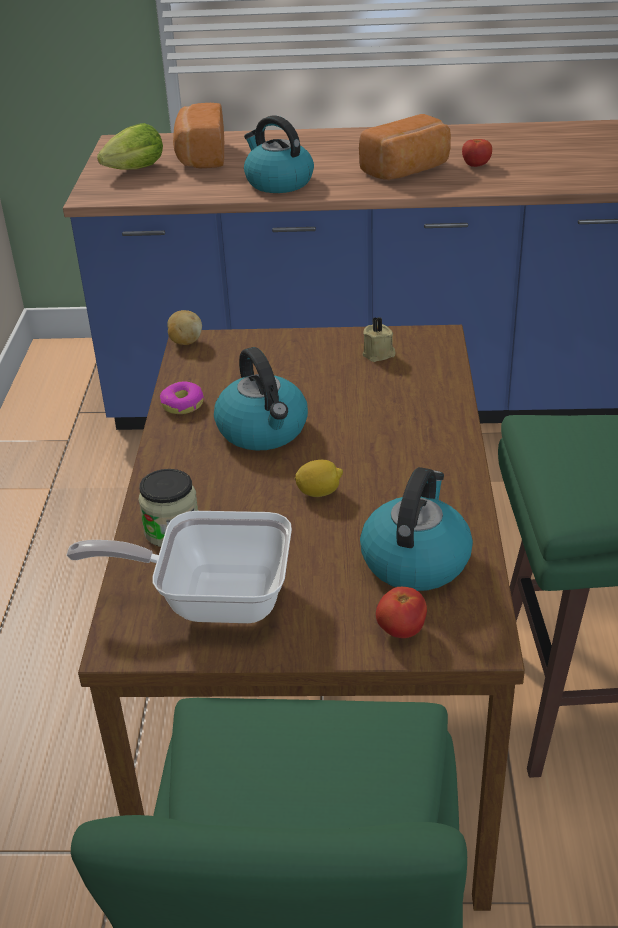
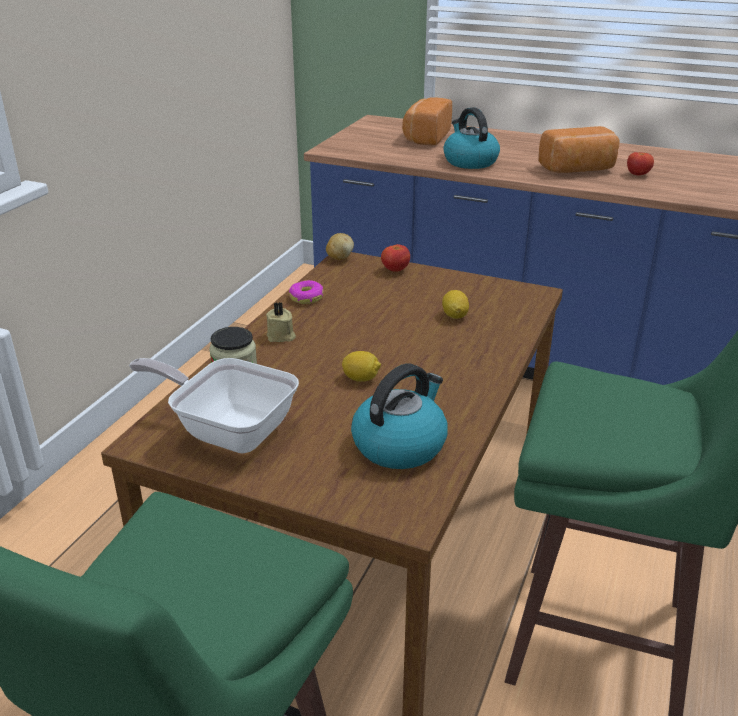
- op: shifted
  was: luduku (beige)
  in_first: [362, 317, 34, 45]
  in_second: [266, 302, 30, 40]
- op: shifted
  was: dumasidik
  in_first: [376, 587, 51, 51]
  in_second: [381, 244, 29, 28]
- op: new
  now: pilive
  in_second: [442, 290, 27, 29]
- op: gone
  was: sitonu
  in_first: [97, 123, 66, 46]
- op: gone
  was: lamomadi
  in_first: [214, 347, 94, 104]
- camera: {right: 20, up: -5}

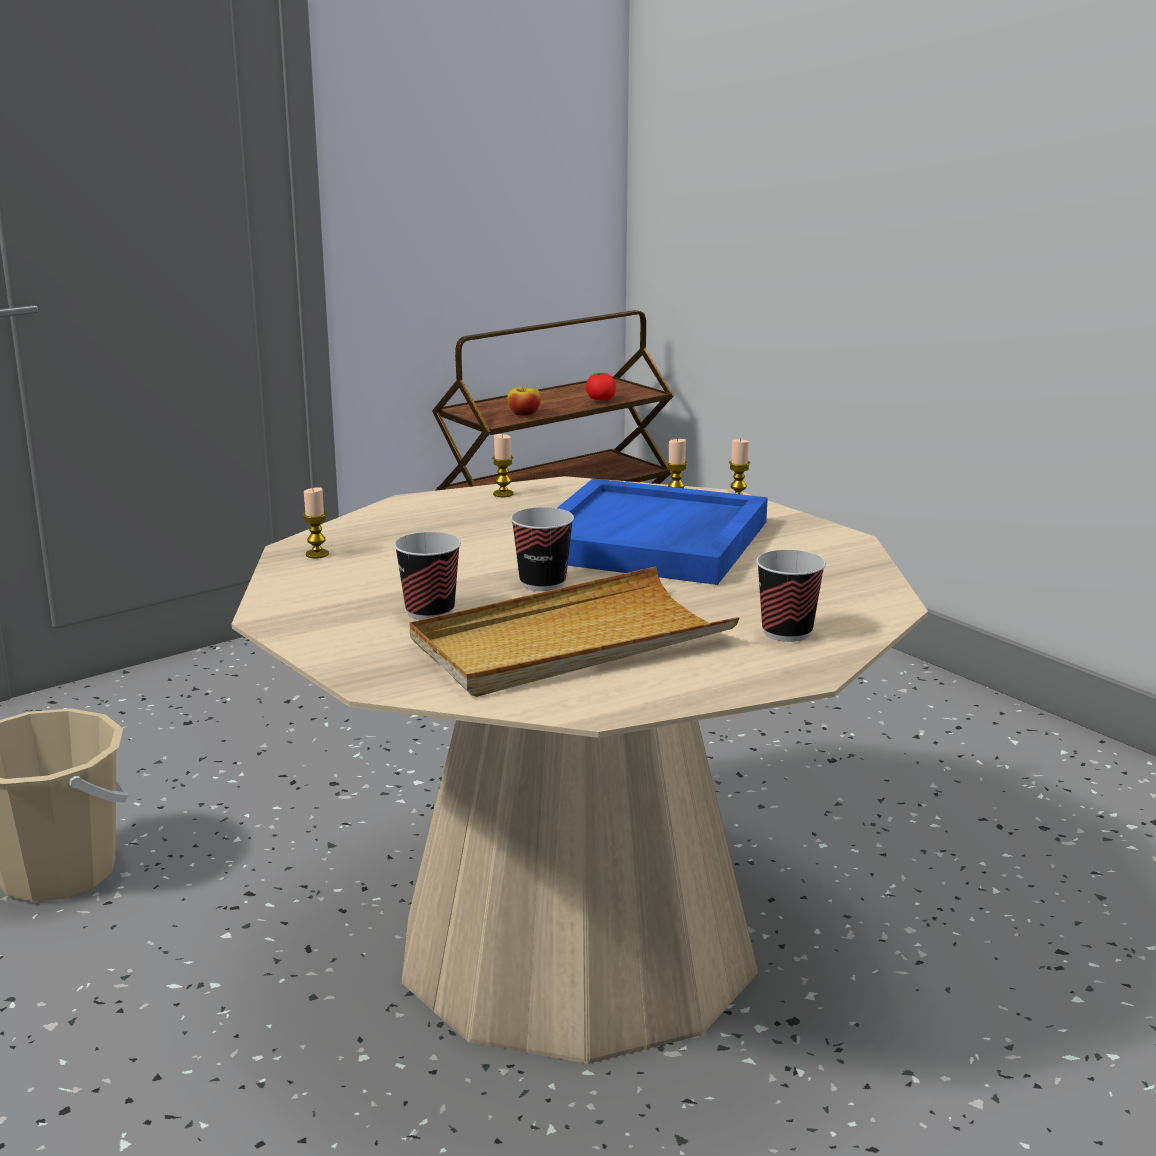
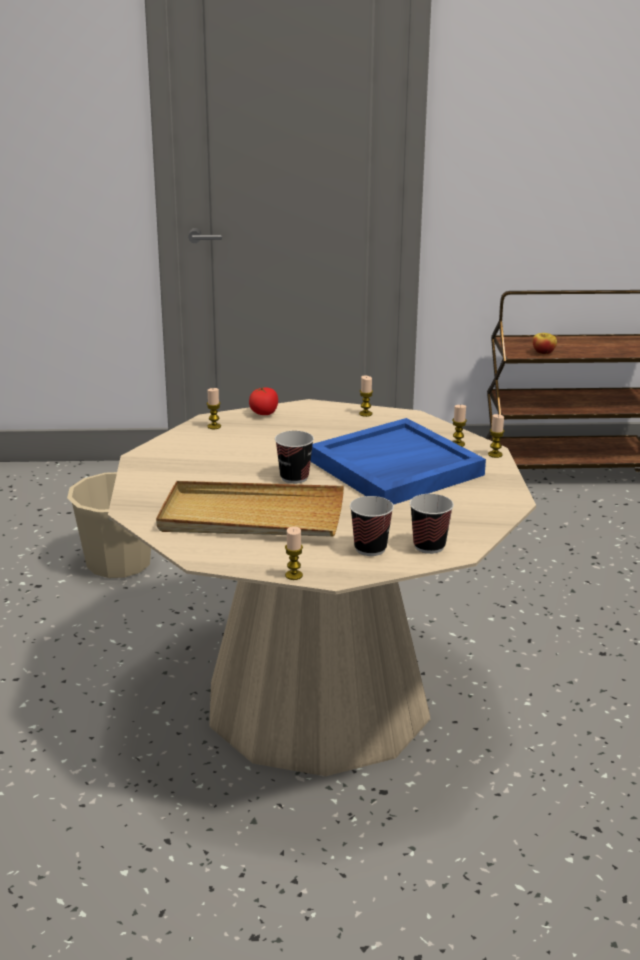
- op: shifted
  was: dumasidik
  in_first: [586, 373, 30, 27]
  in_second: [249, 387, 29, 28]
- op: new
  now: luduku
  in_second: [285, 526, 18, 54]
- op: shifted
  was: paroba
  in_first: [394, 532, 67, 88]
  in_second: [410, 494, 44, 60]
- camera: {right: 35, up: 5}

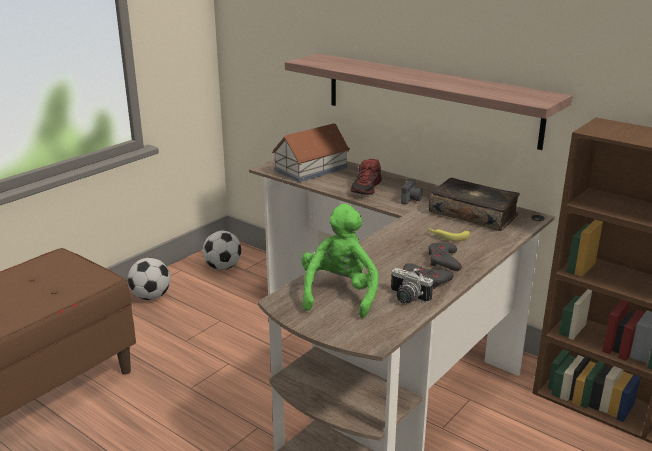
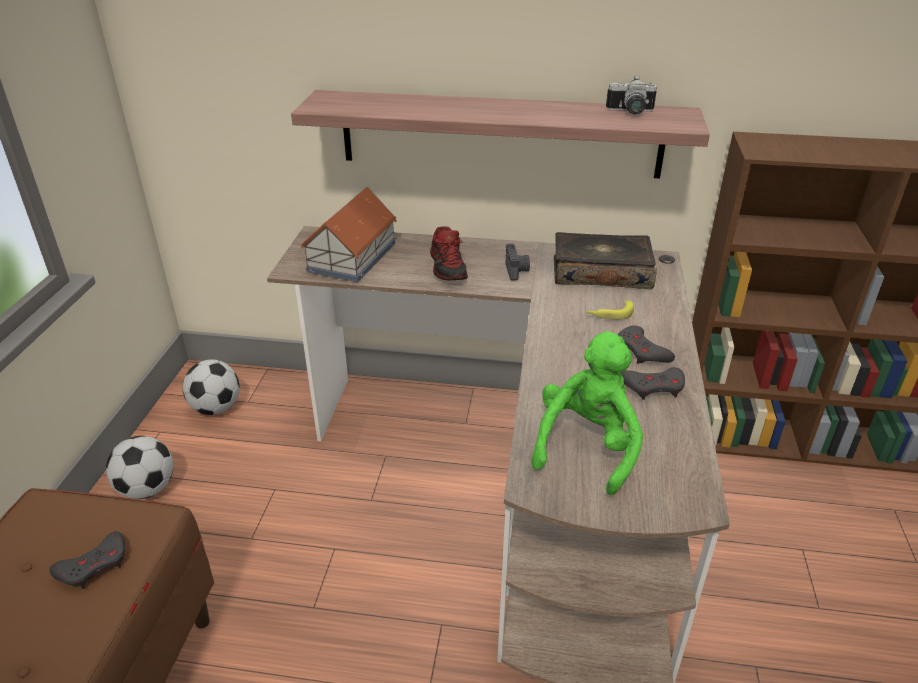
- op: new
  now: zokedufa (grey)
  in_second: [50, 531, 75, 58]
- op: rotated
  was: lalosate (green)
  in_first: [301, 204, 78, 114]
  in_second: [531, 331, 112, 164]
  clockwise: 45
- op: shifted
  was: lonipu
  in_first: [391, 268, 42, 36]
  in_second: [606, 76, 51, 39]
- camera: {right: -30, up: 10}

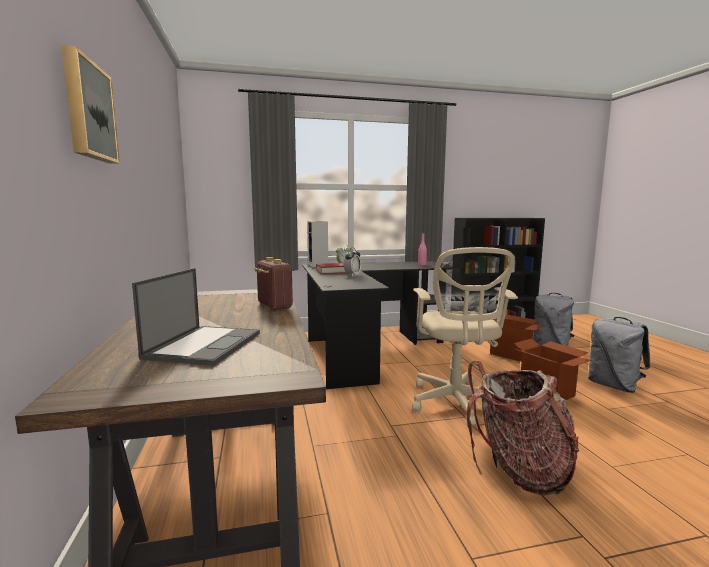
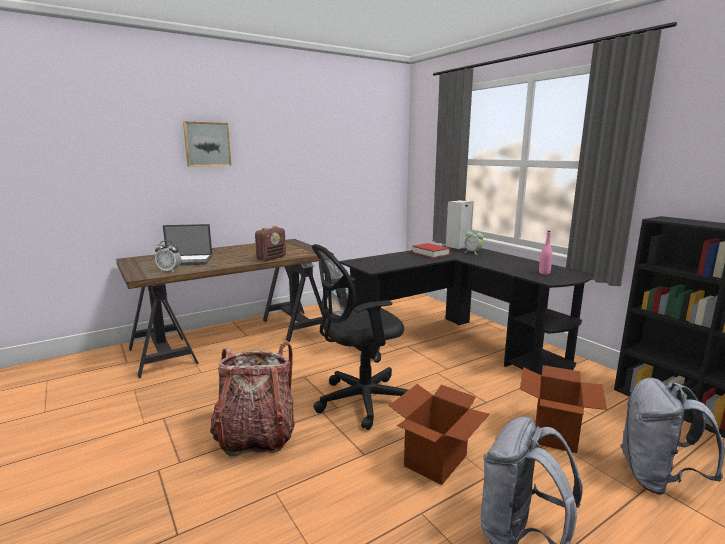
- op: shifted
  was: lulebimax
  in_first: [343, 248, 18, 29]
  in_second: [155, 240, 26, 33]
- op: repainted
  was: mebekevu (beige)
  now: mebekevu (black)
  in_first: [412, 247, 106, 181]
  in_second: [312, 244, 96, 186]
- camera: {right: 70, up: 5}

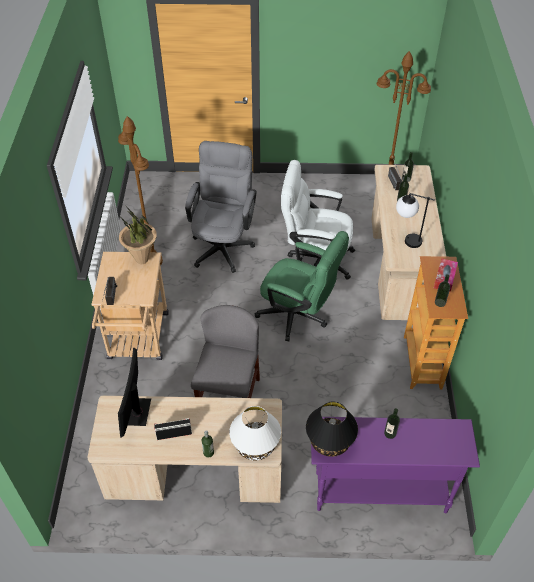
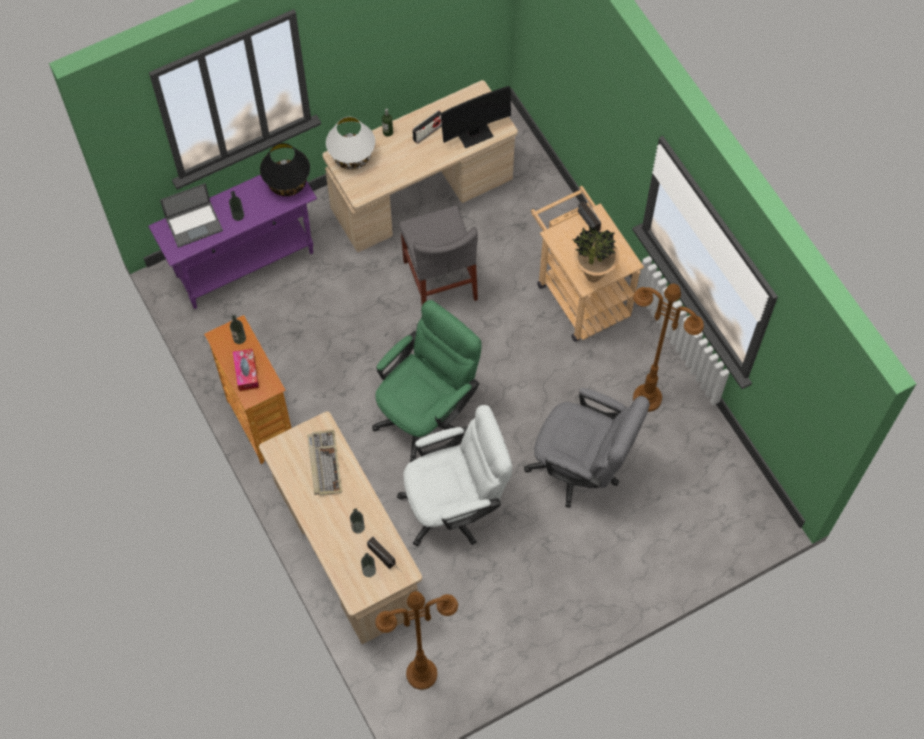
- op: new
  now: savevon
  in_second: [160, 183, 63, 65]
- op: swapped
  was: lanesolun
  now: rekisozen
  in_first: [396, 193, 39, 55]
  in_second: [307, 430, 35, 65]
- op: rotated
  was: mebekevu (green)
  in_first: [255, 231, 94, 110]
  in_second: [372, 300, 110, 162]
  clockwise: 135
- op: rotated
  was: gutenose
  in_first: [118, 348, 33, 90]
  in_second: [441, 86, 70, 62]
  clockwise: 90
- op: rotated
  was: mebekevu (grey)
  in_first: [185, 141, 72, 132]
  in_second: [524, 388, 126, 120]
  clockwise: -45
- camera: {right: 150, up: 15}

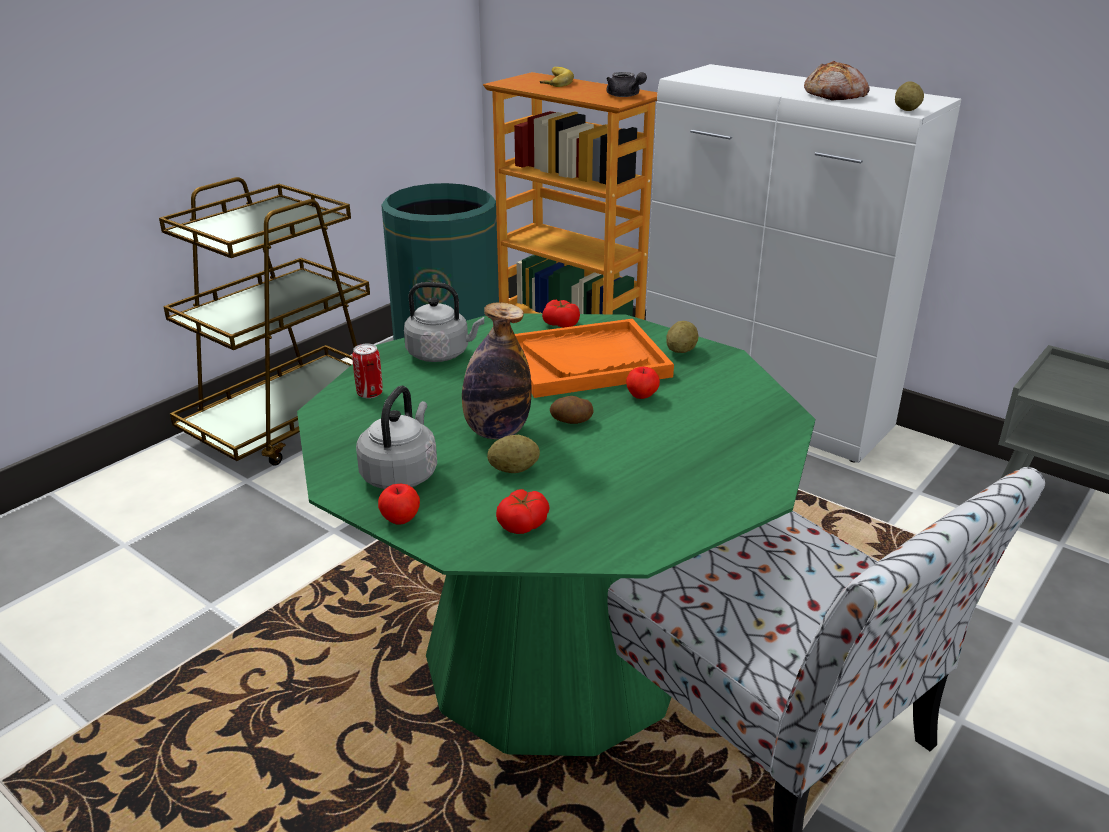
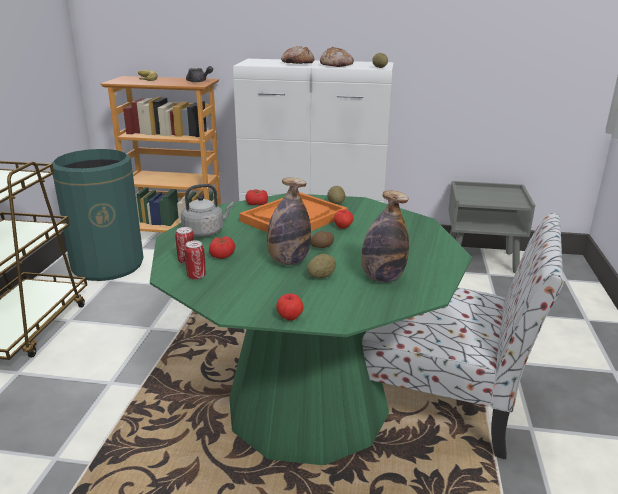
- op: new
  now: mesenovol
  in_second: [184, 241, 22, 39]
- op: shifted
  was: dumasidik
  in_first: [496, 489, 54, 45]
  in_second: [209, 236, 26, 23]
- op: new
  now: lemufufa
  in_second: [281, 46, 33, 18]
- op: new
  now: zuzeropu
  in_second: [361, 191, 48, 91]
- op: gone
  was: lamomadi (grey)
  in_first: [356, 386, 81, 103]
- camera: {right: -30, up: -5}

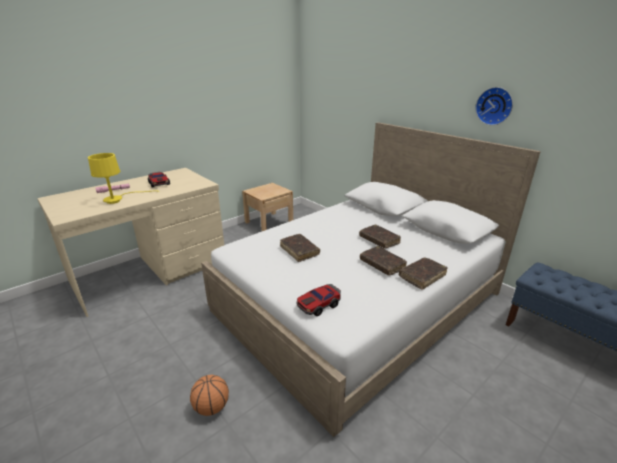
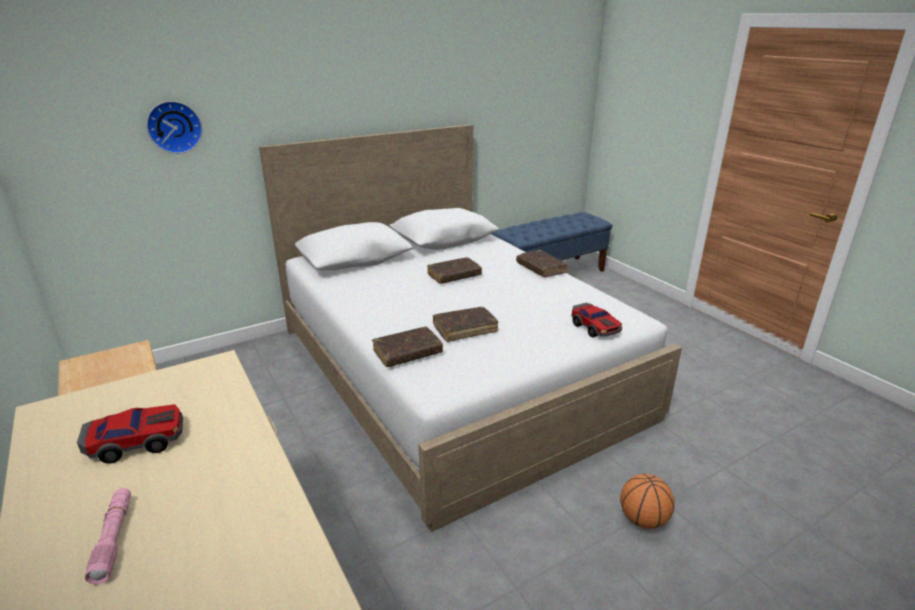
- op: shifted
  was: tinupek
  in_first: [475, 87, 38, 38]
  in_second: [146, 101, 57, 53]
- op: shifted
  was: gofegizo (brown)
  in_first: [360, 246, 47, 30]
  in_second: [372, 327, 71, 40]
- op: gone
  was: lanesolun (yellow)
  in_first: [88, 153, 72, 51]
- camera: {right: -80, up: 0}

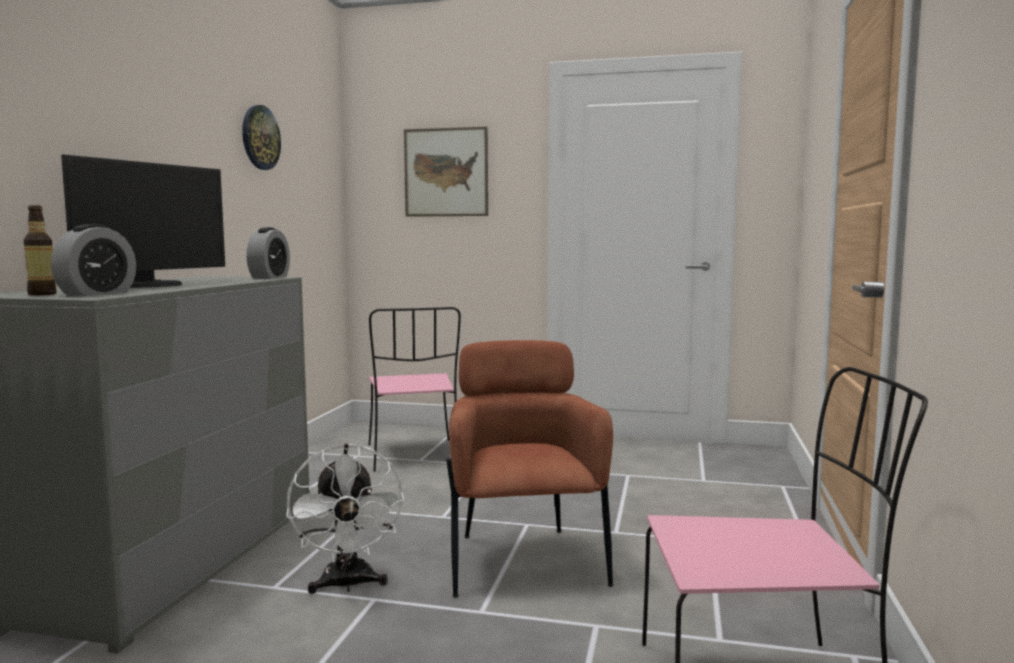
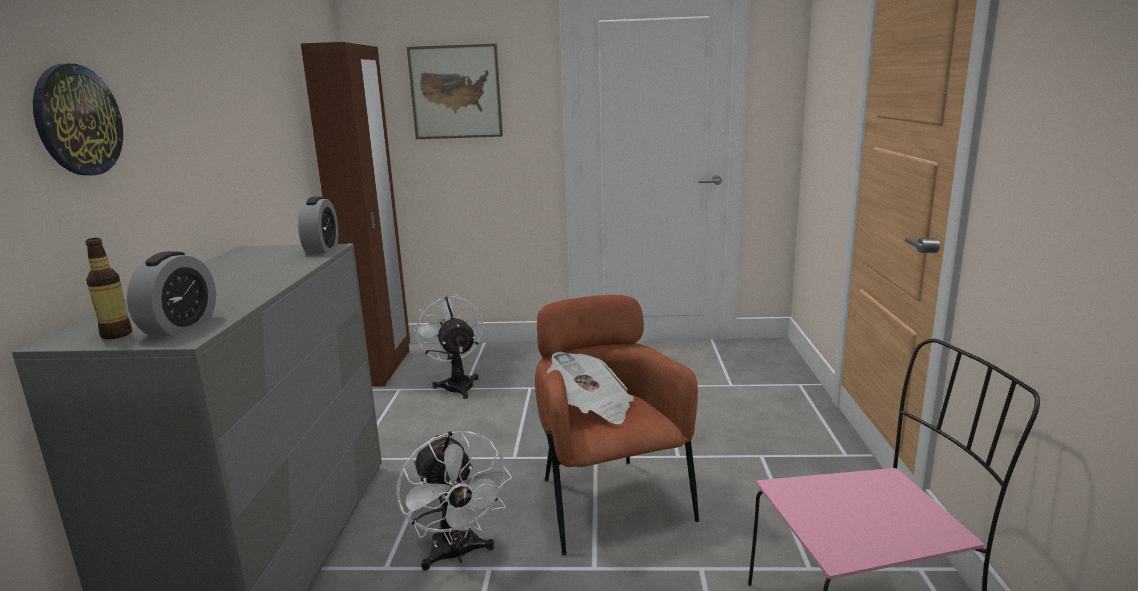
- op: shifted
  was: tinupek
  in_first: [242, 105, 39, 65]
  in_second: [33, 64, 90, 112]
- op: new
  now: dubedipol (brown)
  in_second: [301, 42, 109, 344]
- op: swapped
  was: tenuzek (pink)
  now: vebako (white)
  in_first: [368, 307, 93, 165]
  in_second: [414, 294, 69, 105]
- op: new
  now: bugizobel
  in_second: [547, 352, 87, 72]
- op: gone
  was: gutenose
  in_first: [61, 155, 164, 133]
- camera: {right: -10, up: 10}

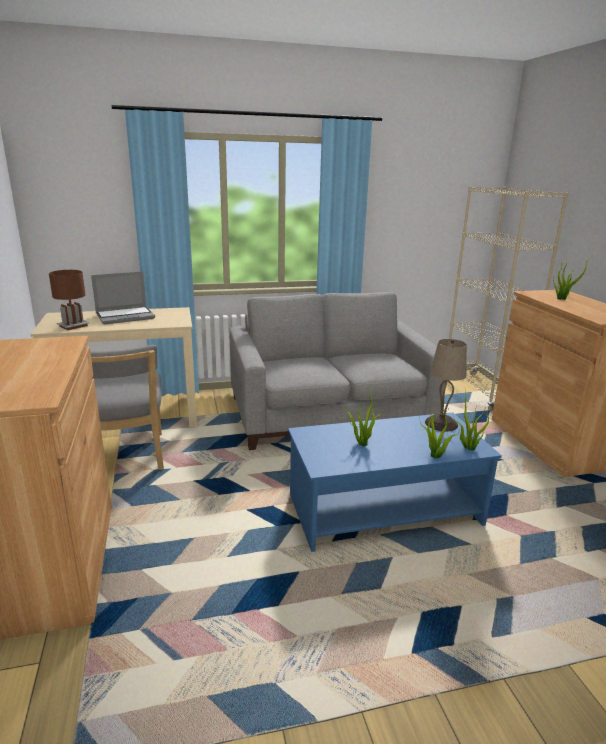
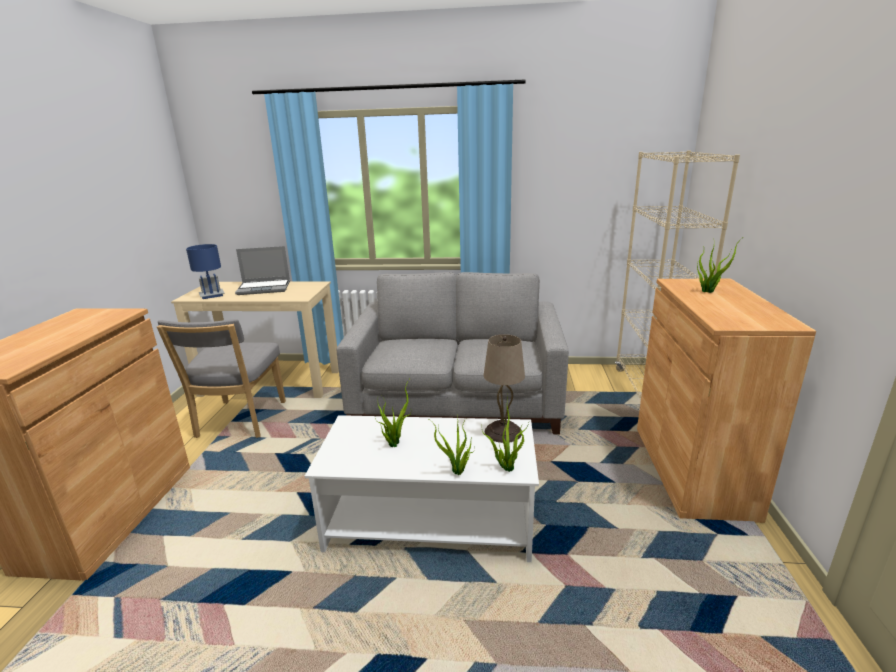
- op: repainted
  was: lanesolun (brown)
  now: lanesolun (blue)
  in_first: [49, 270, 41, 60]
  in_second: [186, 244, 39, 55]
- op: repainted
  was: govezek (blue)
  now: govezek (white)
  in_first: [288, 412, 214, 140]
  in_second: [305, 415, 234, 147]
- camera: {right: 20, up: 0}

